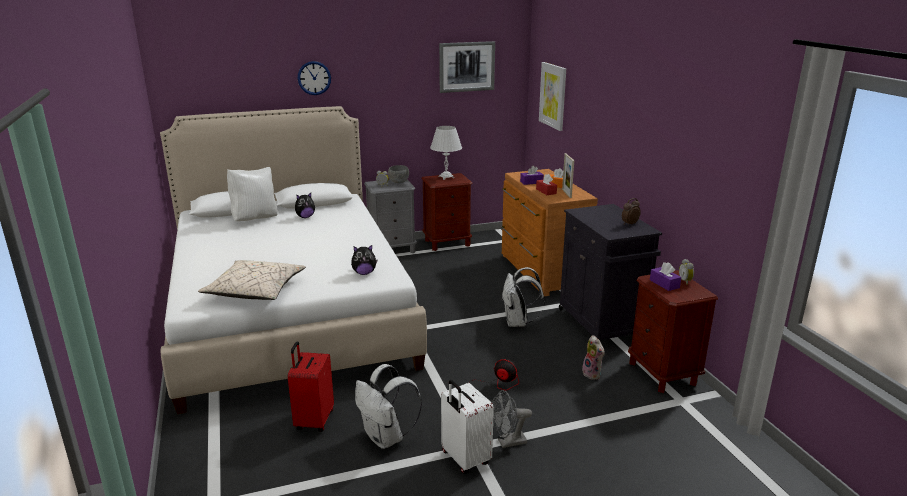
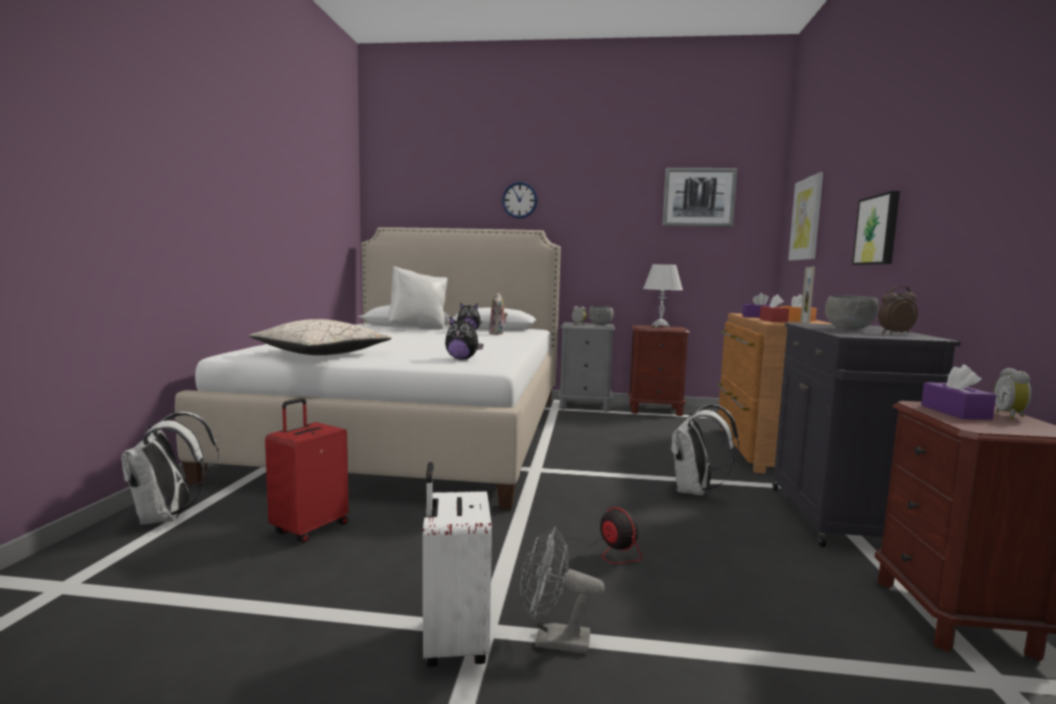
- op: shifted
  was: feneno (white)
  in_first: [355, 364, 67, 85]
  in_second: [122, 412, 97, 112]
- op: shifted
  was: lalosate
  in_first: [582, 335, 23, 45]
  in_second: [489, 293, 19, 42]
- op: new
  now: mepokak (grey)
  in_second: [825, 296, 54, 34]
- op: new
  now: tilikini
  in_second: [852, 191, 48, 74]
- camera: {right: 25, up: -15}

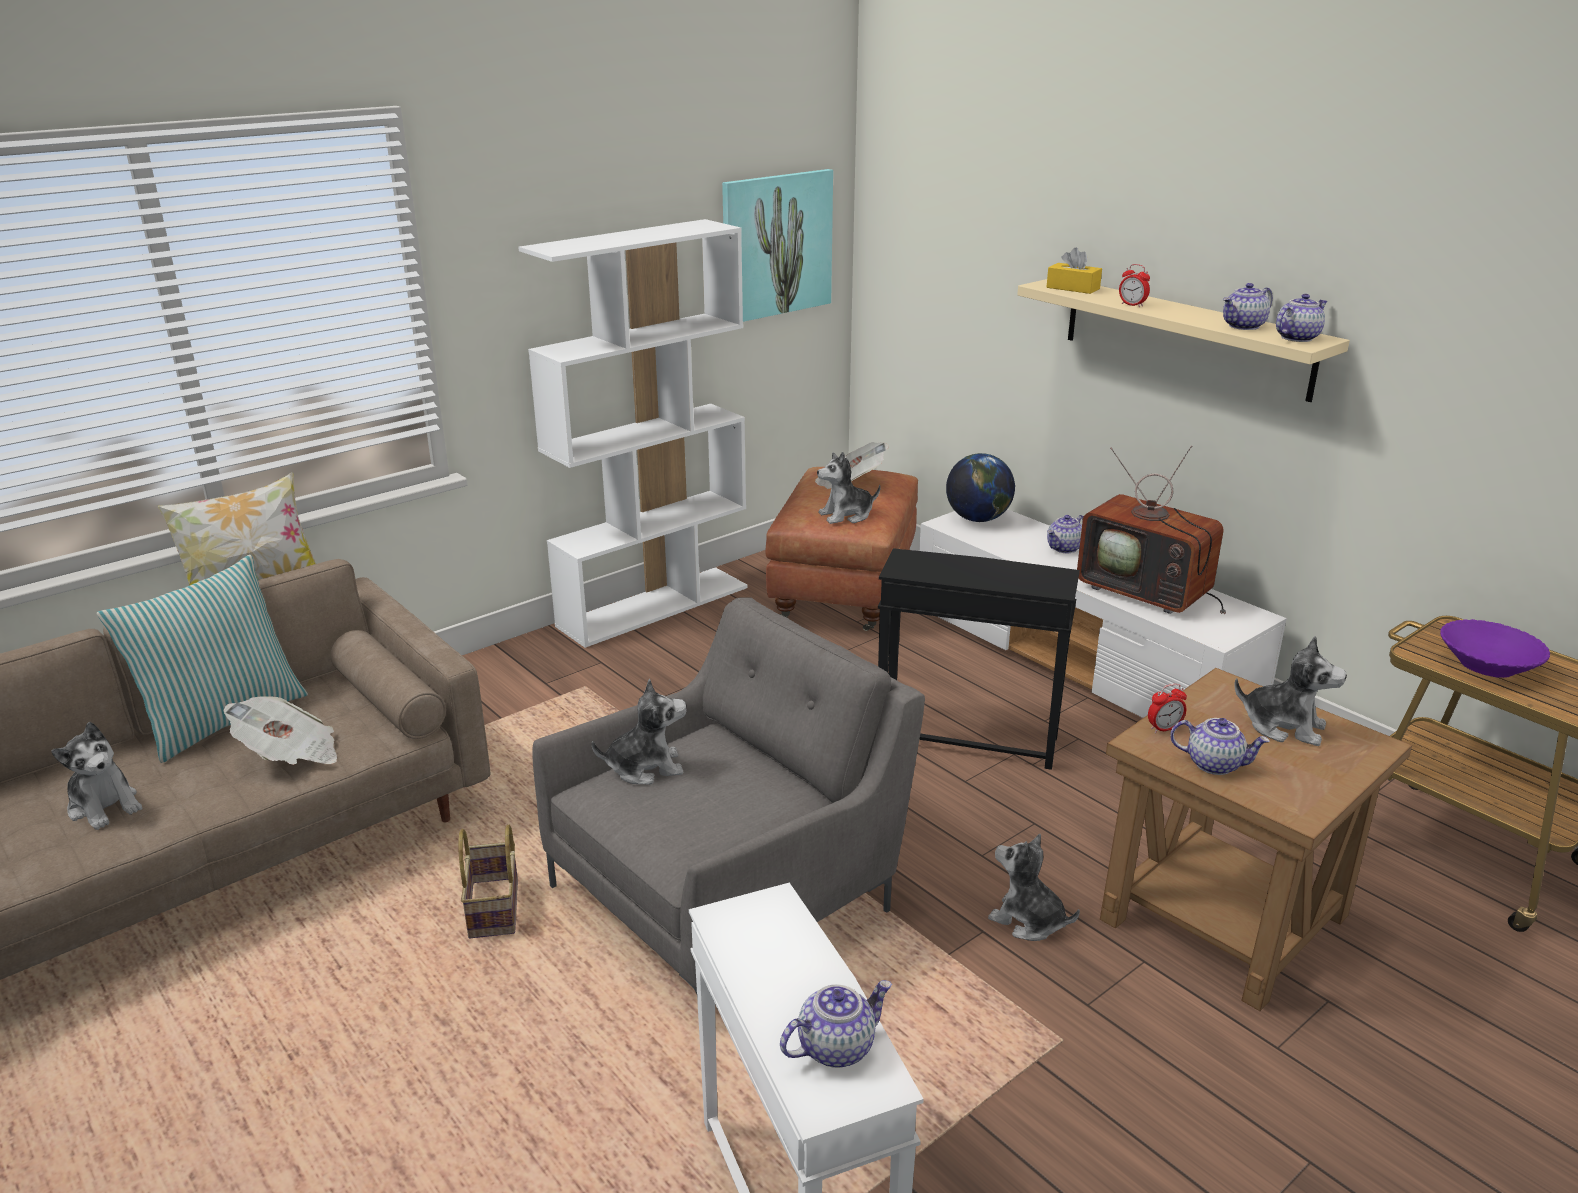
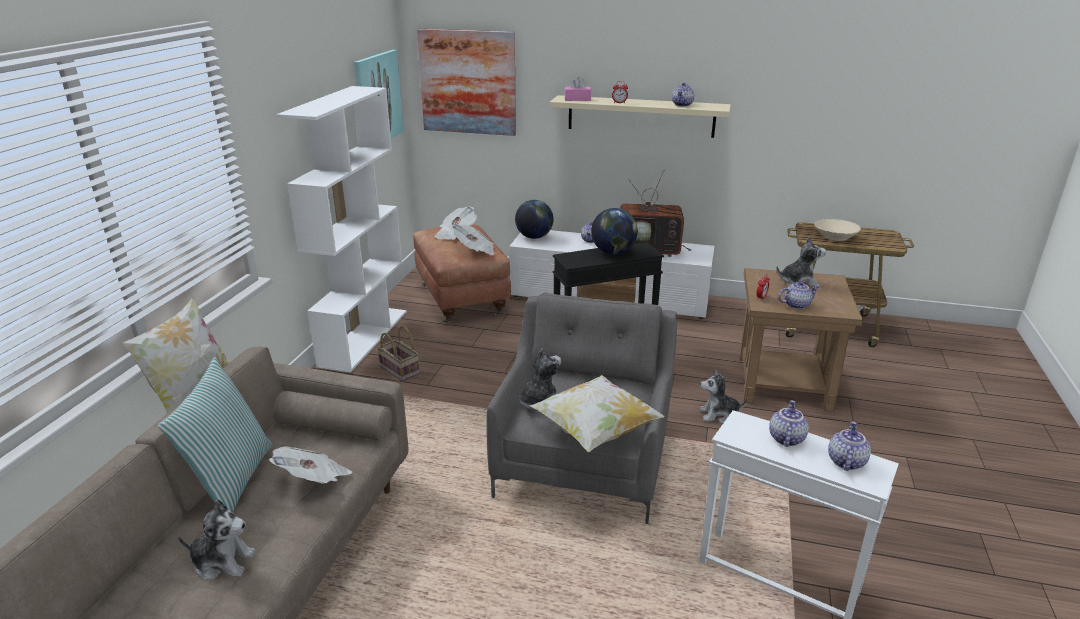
- op: shifted
  was: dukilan
  in_first: [458, 824, 60, 114]
  in_second: [377, 326, 43, 55]
- op: new
  now: tilikini
  in_second: [417, 29, 99, 107]
- op: swapped
  was: lalosate
  now: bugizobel
  in_first: [817, 452, 64, 72]
  in_second: [452, 225, 42, 30]
- op: new
  now: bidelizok
  in_second: [530, 375, 135, 78]
- op: repainted
  was: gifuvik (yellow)
  now: gifuvik (pink)
  in_first: [1046, 247, 56, 47]
  in_second: [564, 77, 27, 24]
- op: new
  now: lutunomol
  in_second: [591, 208, 47, 47]
- op: shifted
  was: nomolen
  in_first: [1276, 294, 51, 48]
  in_second: [769, 400, 40, 47]
- op: repainted
  was: mepokak (purple)
  now: mepokak (beige)
  in_first: [1440, 619, 110, 59]
  in_second: [814, 219, 47, 22]
- camera: {right: -35, up: 0}

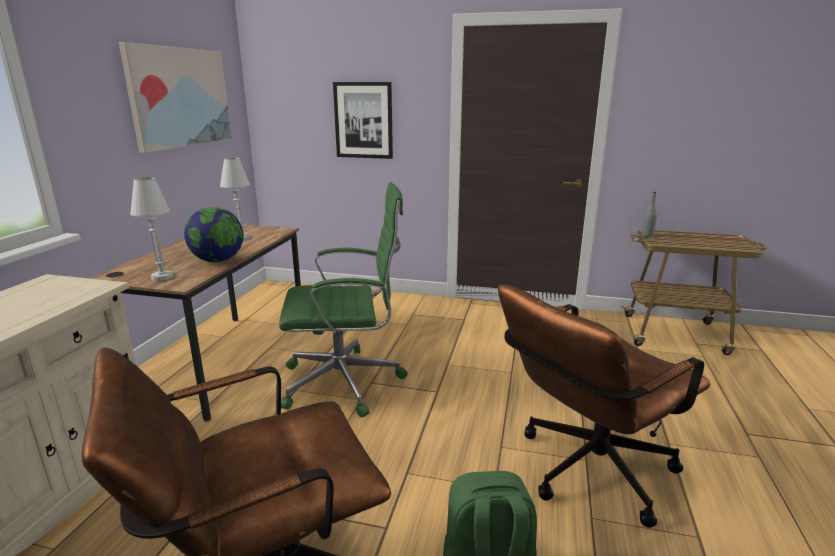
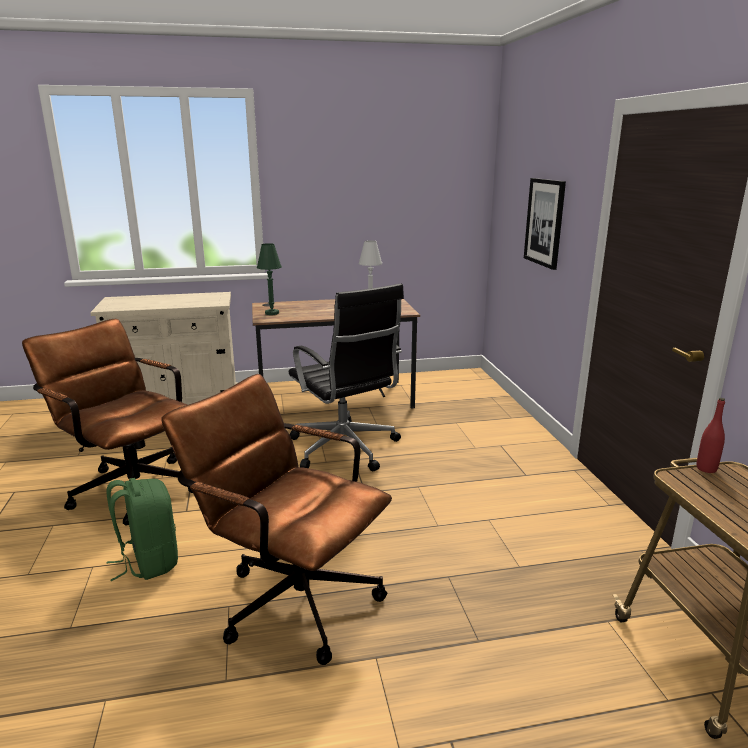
- op: repainted
  was: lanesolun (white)
  now: lanesolun (green)
  in_first: [130, 177, 44, 104]
  in_second: [257, 243, 25, 72]
- op: repainted
  was: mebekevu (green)
  now: mebekevu (black)
  in_first: [279, 182, 129, 235]
  in_second: [289, 284, 115, 187]
- op: repainted
  was: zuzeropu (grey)
  now: zuzeropu (red)
  in_first: [642, 192, 15, 45]
  in_second: [696, 398, 29, 75]
- op: gone
  was: tilikini
  in_first: [119, 42, 113, 111]
- op: gone
  was: lutunomol
  in_first: [184, 207, 59, 55]
- camera: {right: 65, up: 0}

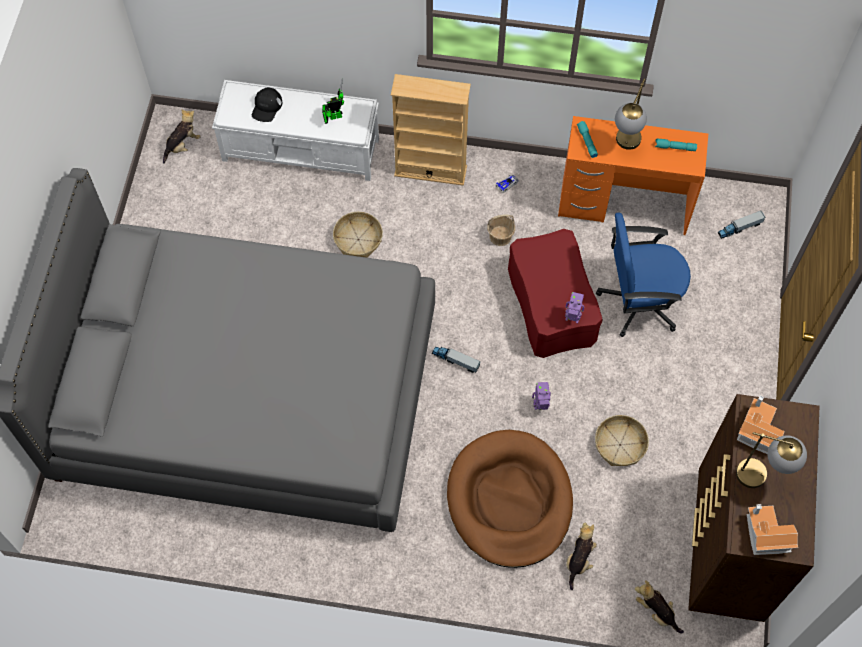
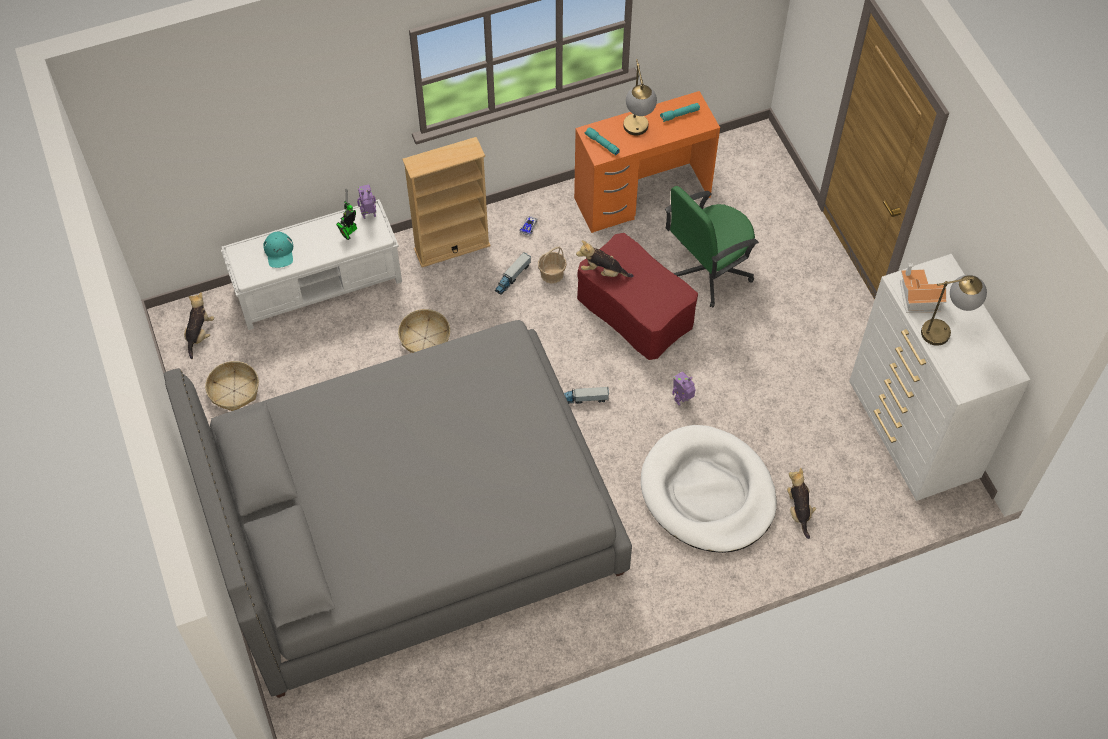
- op: shifted
  was: dukilan
  in_first: [595, 415, 54, 51]
  in_second: [205, 361, 54, 50]
- op: repainted
  was: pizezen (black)
  now: pizezen (turquoise)
  in_first: [252, 88, 30, 34]
  in_second: [263, 232, 30, 36]
- op: shifted
  was: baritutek
  in_first: [565, 292, 20, 31]
  in_second: [357, 185, 19, 34]
- op: shifted
  was: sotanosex
  in_first: [717, 211, 48, 28]
  in_second: [495, 252, 36, 43]
- op: shifted
  was: lalosate
  in_first: [635, 580, 49, 54]
  in_second: [576, 240, 58, 38]
- op: repainted
  was: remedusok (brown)
  now: remedusok (white)
  in_first: [447, 430, 126, 138]
  in_second: [641, 425, 136, 128]
- op: repainted
  was: mebekevu (blue)
  now: mebekevu (green)
  in_first: [596, 212, 95, 125]
  in_second: [665, 186, 94, 122]
- op: repainted
  was: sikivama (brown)
  now: sikivama (white)
  in_first: [688, 394, 131, 228]
  in_second: [849, 254, 181, 247]
- op: gone
  was: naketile
  in_first: [747, 504, 51, 51]
- camera: {right: -30, up: -5}

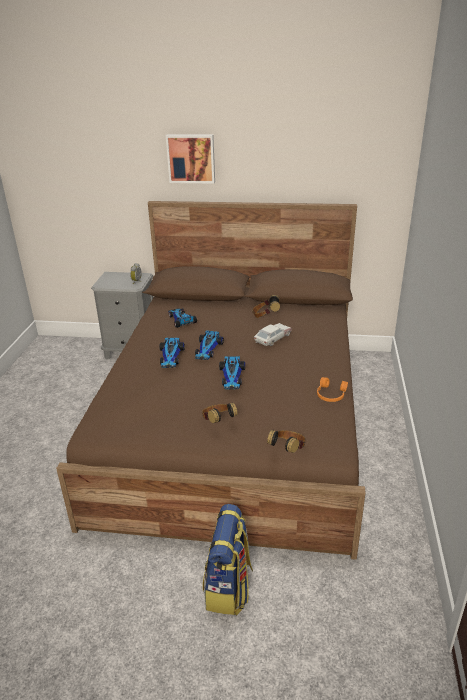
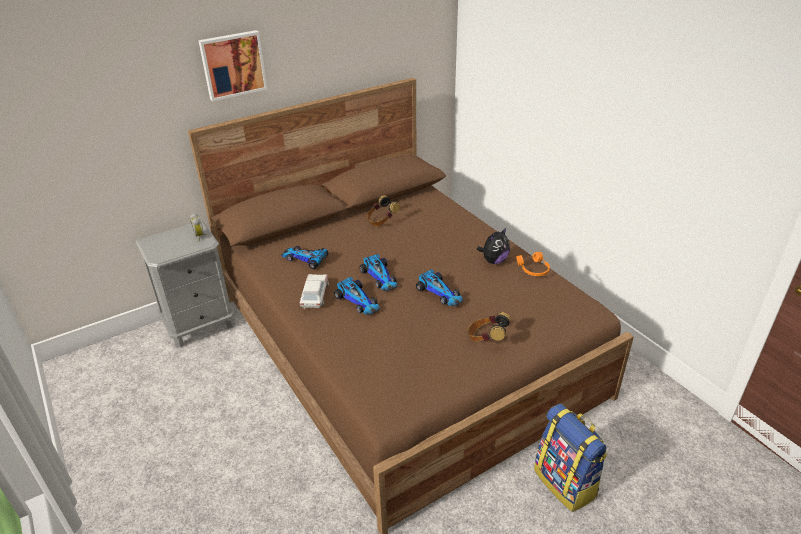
- op: shifted
  was: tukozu
  in_first: [254, 323, 38, 23]
  in_second: [300, 274, 29, 35]
- op: new
  now: lalosate
  in_second: [477, 228, 33, 36]
- op: gone
  was: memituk
  in_first: [267, 430, 39, 23]
- camera: {right: -40, up: 5}

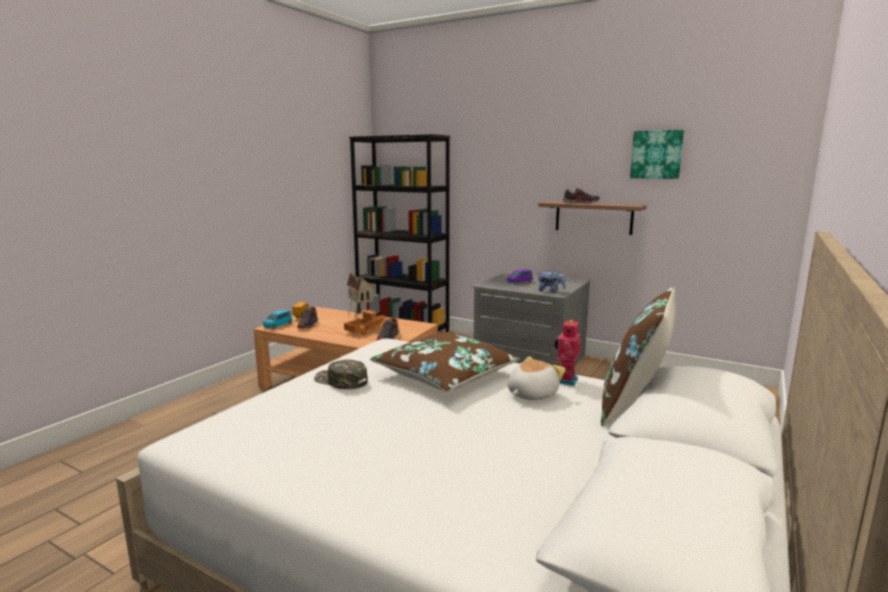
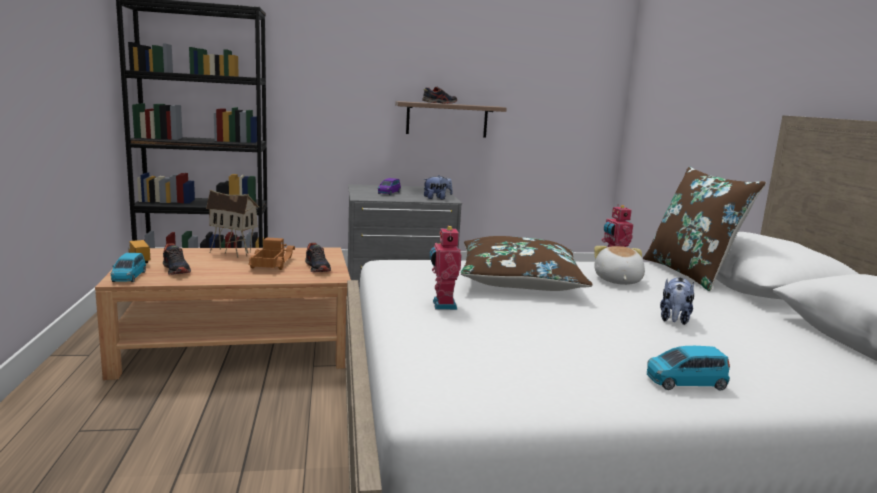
- op: swapped
  was: pizezen (green)
  now: baritutek
  in_first: [314, 359, 54, 30]
  in_second: [429, 225, 33, 85]
- op: new
  now: tukozu (blue)
  in_second: [647, 346, 83, 45]
- op: new
  now: lalosate
  in_second: [660, 277, 34, 48]
- op: gone
  was: tilikini
  in_first: [630, 130, 54, 49]
- camera: {right: -40, up: 0}

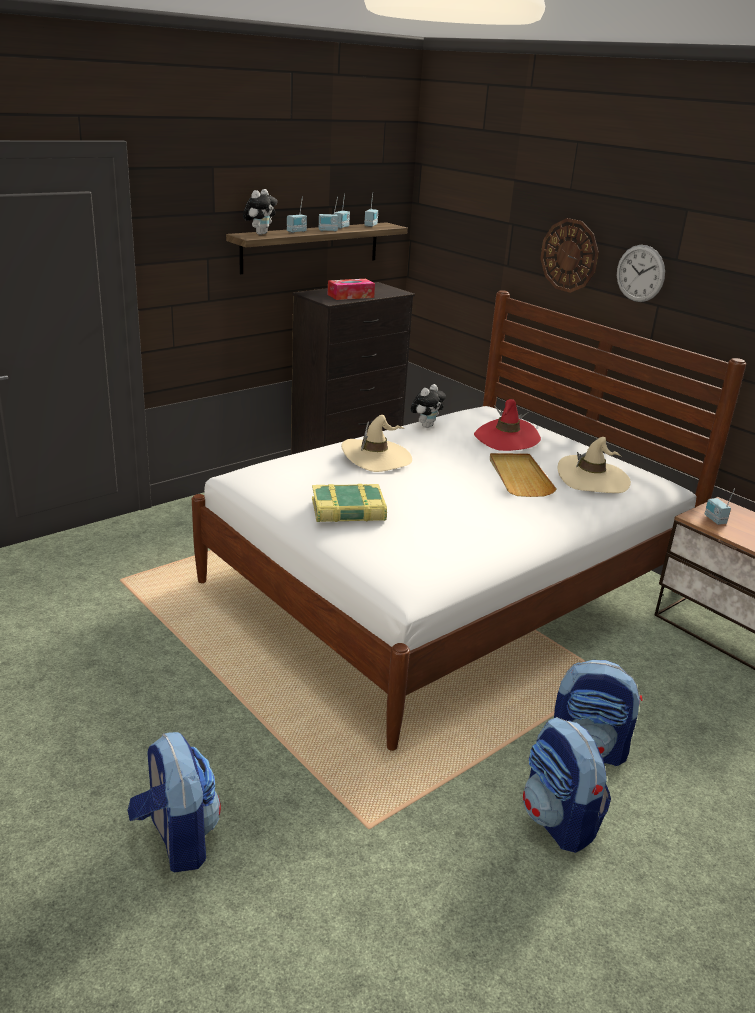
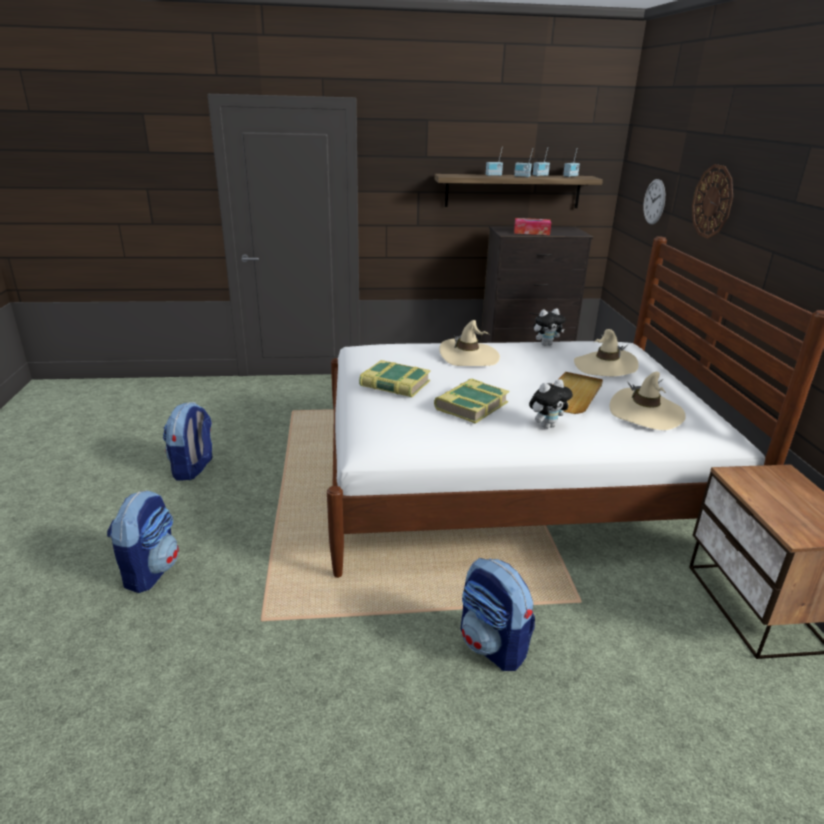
- op: shifted
  was: feneno
  in_first: [523, 717, 88, 136]
  in_second: [163, 402, 49, 79]
- op: new
  now: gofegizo
  in_second: [434, 379, 75, 45]
- op: shifted
  was: lalosate
  in_first: [243, 189, 34, 46]
  in_second: [529, 379, 44, 50]
- op: repainted
  was: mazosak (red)
  now: mazosak (beige)
  in_first: [474, 399, 67, 52]
  in_second: [574, 329, 65, 47]
- op: shifted
  was: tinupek
  in_first: [617, 245, 48, 57]
  in_second: [643, 179, 22, 45]
- op: gone
  was: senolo
  in_first: [705, 489, 30, 36]
- camera: {right: 35, up: 0}

